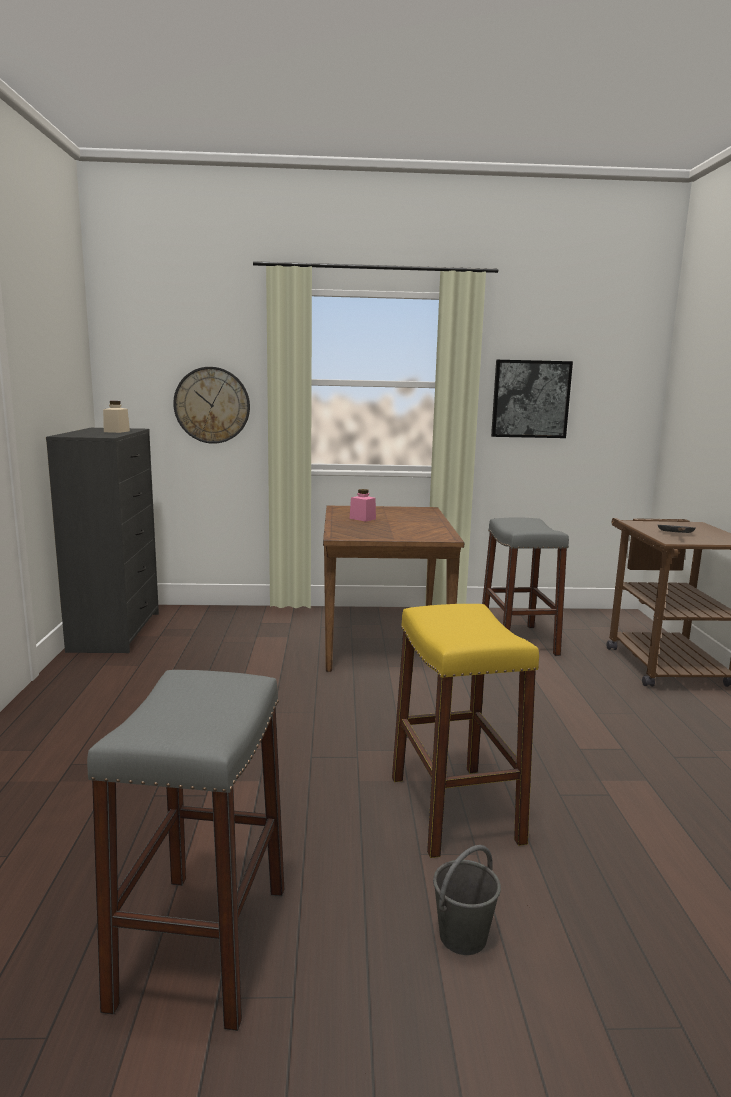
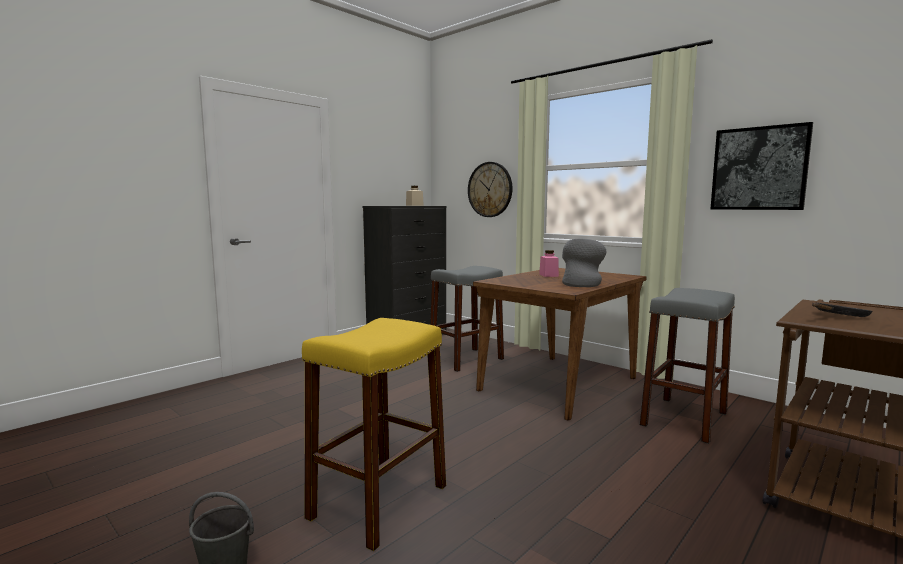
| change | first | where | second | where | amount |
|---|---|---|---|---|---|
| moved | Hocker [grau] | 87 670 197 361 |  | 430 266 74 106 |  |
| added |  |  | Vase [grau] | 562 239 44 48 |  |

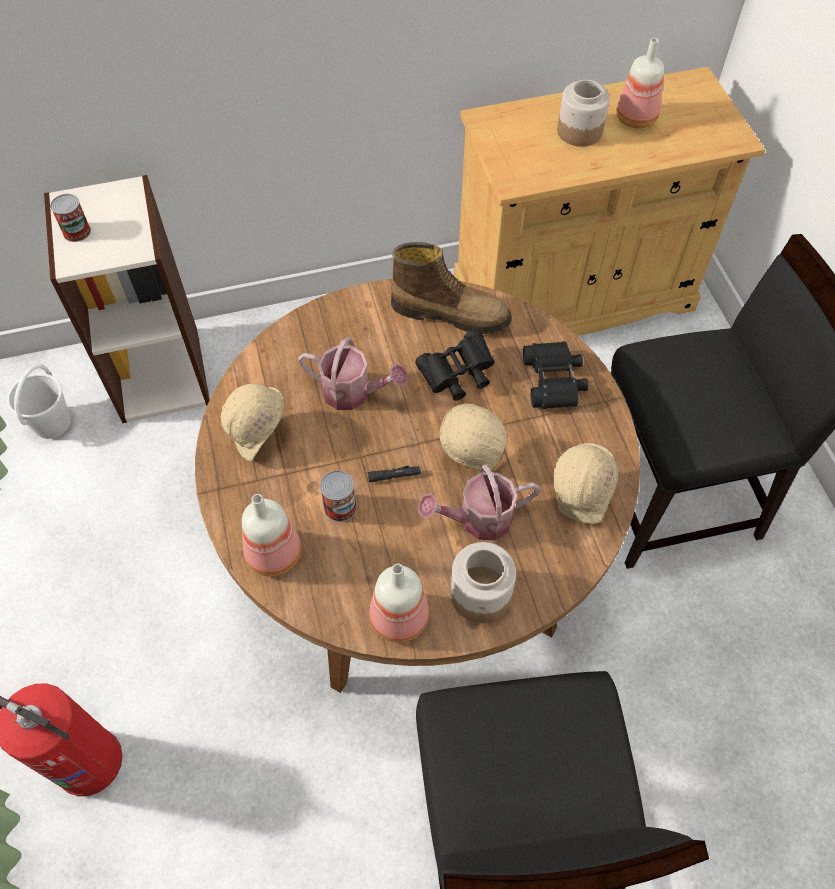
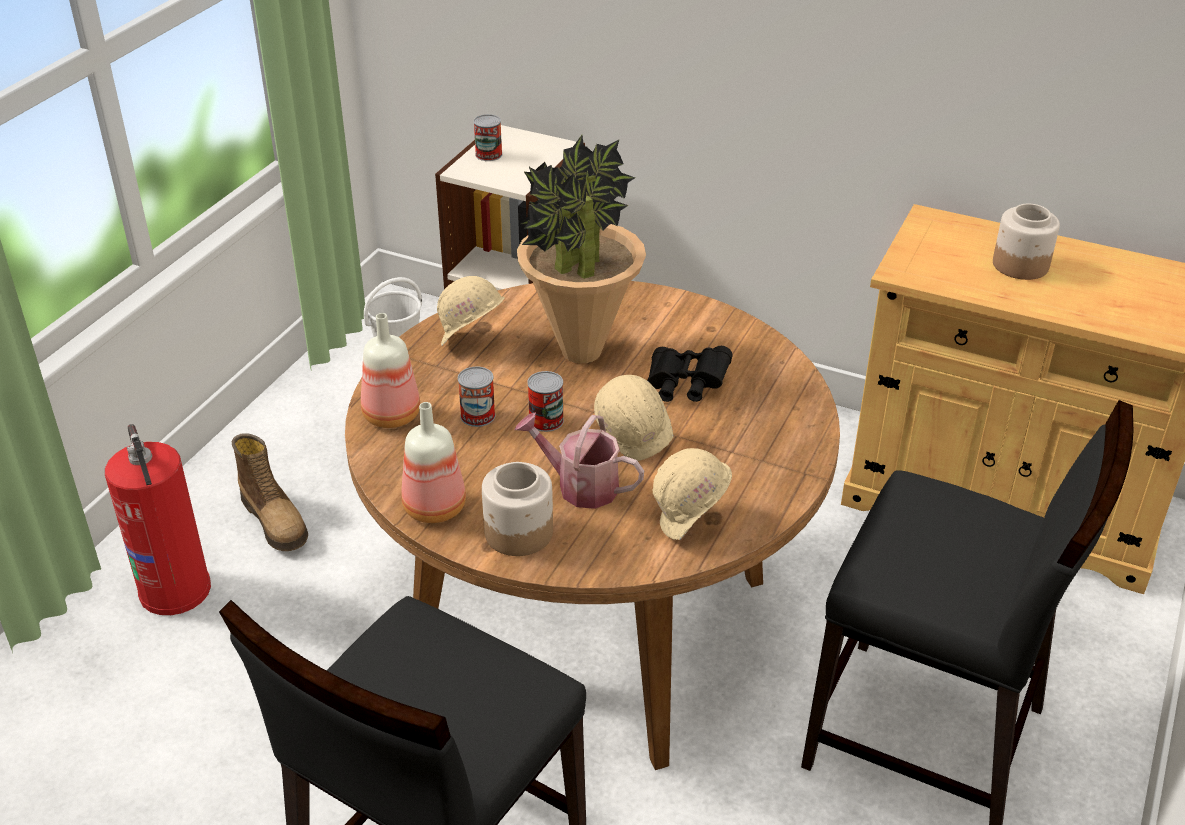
| change | first | where | second | where | amount |
|---|---|---|---|---|---|
| moved | Stiefel | 391 242 121 92 |  | 232 433 76 118 |  |
| replaced | Gießkanne | 298 337 110 73 | Topfpflanze | 517 135 129 229 |  |
| replaced | Taschenlampe [schwarz] | 368 466 53 16 | Dose | 527 371 37 61 |  |
| removed | Fernglas [schwarz] | 523 341 65 68 |  |  |  |
| removed | Flasche | 616 38 48 91 |  |  |  |

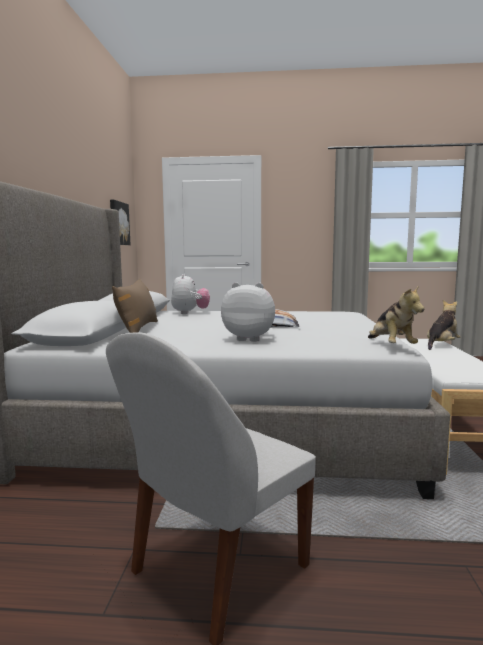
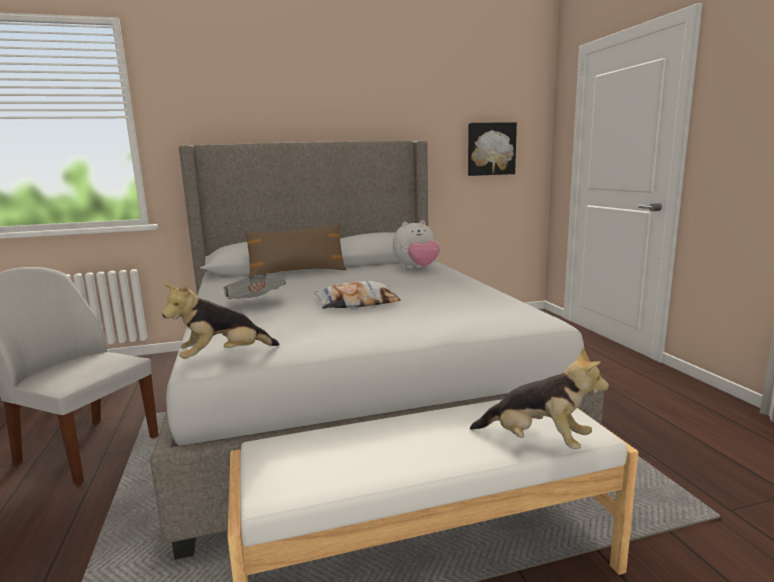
| change | first | where | second | where | amount |
|---|---|---|---|---|---|
| replaced | Plüschtier | 221 282 54 60 | Zeitung | 223 273 63 26 |  |

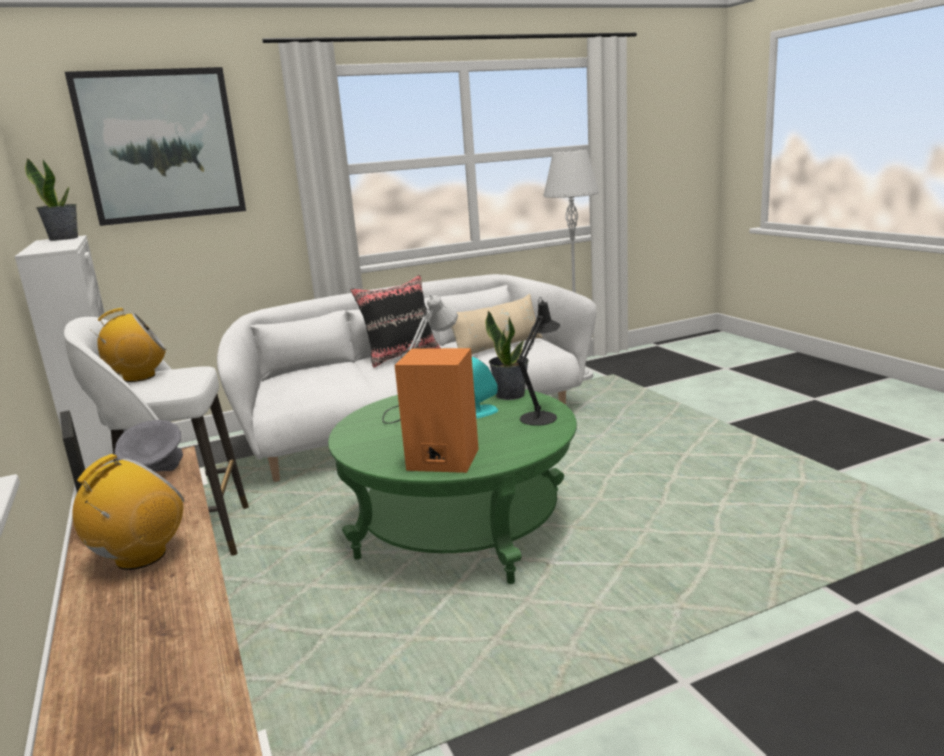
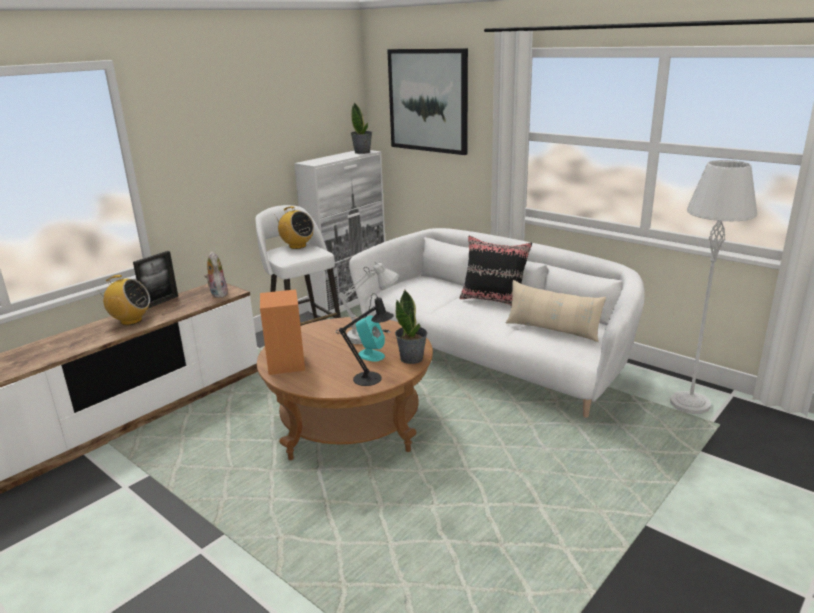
| change | first | where | second | where | amount |
|---|---|---|---|---|---|
| replaced | Schüssel [grau] | 114 420 69 52 | Plüschtier | 205 251 23 47 |  |
| recoloured | Couchtisch [grün] | 328 389 249 195 | Couchtisch [braun] | 257 317 176 143 |  |

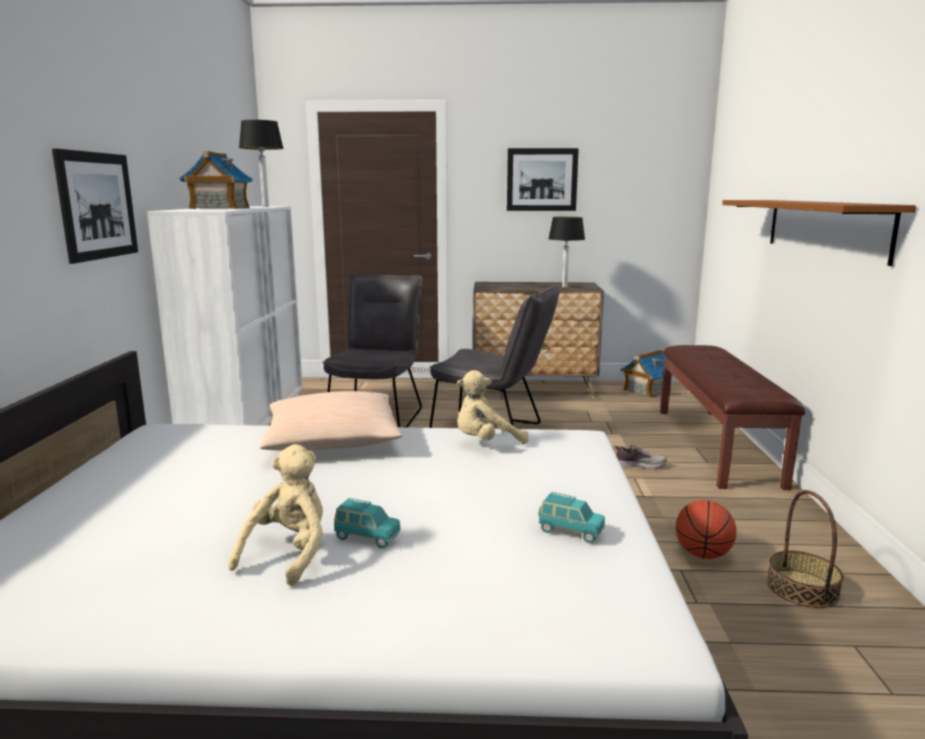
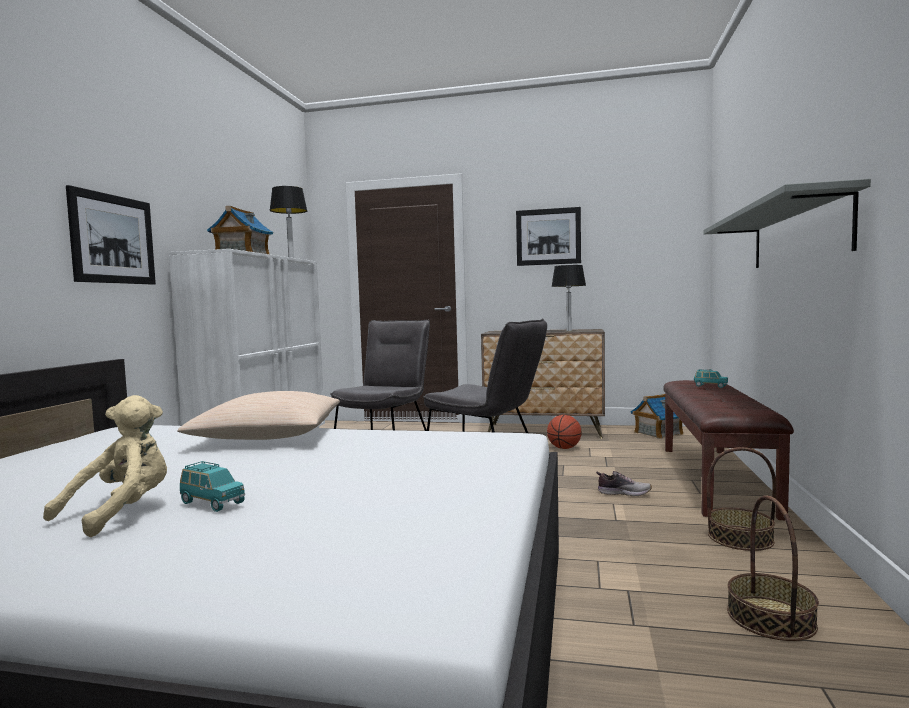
| change | first | where | second | where | amount |
|---|---|---|---|---|---|
| moved | Basketball | 676 500 60 59 |  | 547 415 35 34 |  |
| moved | Spielzeugauto [türkis] | 539 492 66 51 |  | 694 369 34 19 |  |
| recoloured | Wandregal [braun] | 722 200 194 66 | Wandregal [grau] | 704 179 167 89 |  |
| added |  |  | Korb | 707 447 69 104 |  |
| removed | Plüschtier [beige] | 457 370 72 74 |  |  |  |

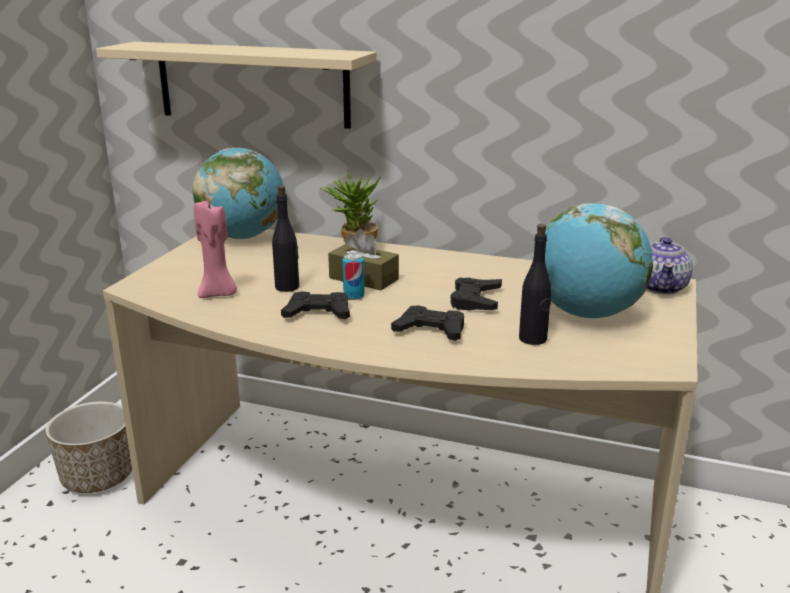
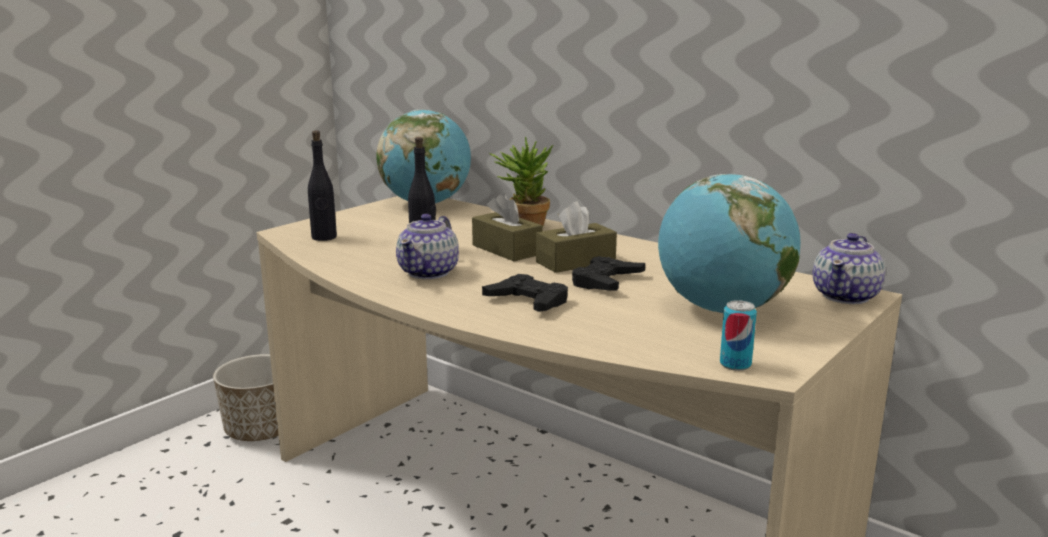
| change | first | where | second | where | amount |
|---|---|---|---|---|---|
| moved | Flasche [schwarz] | 519 224 32 121 |  | 308 131 29 110 |  |
| replaced | Gamepad [schwarz] | 281 291 69 28 | Teekanne | 396 214 63 65 |  |
| added |  |  | Taschentuchbox [braun] | 536 202 81 71 |  |
| moved | Dose | 343 253 22 47 |  | 720 300 37 71 |  |
| removed | Wandregal [beige] | 96 42 281 87 |  |  |  |
| removed | Kerze [rosa] | 194 201 43 97 |  |  |  |

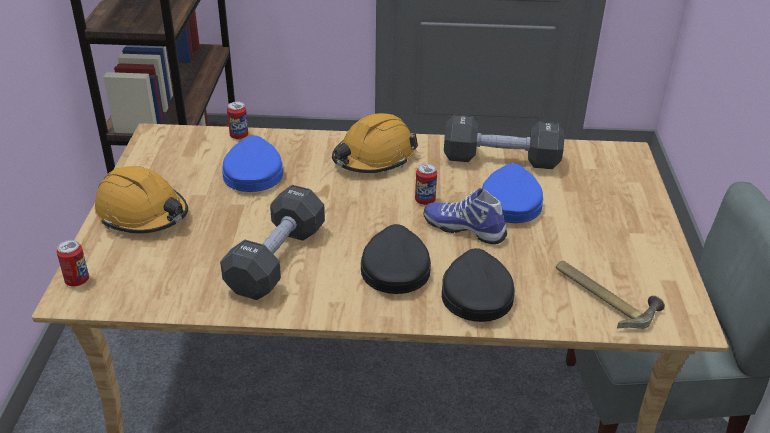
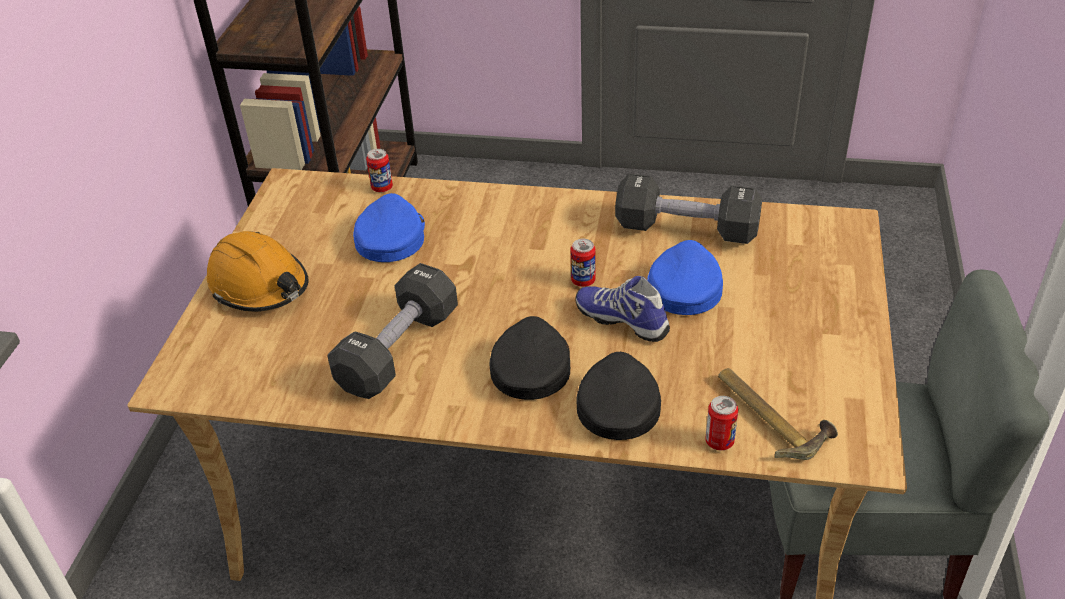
| change | first | where | second | where | amount |
|---|---|---|---|---|---|
| moved | Dose | 57 240 32 46 |  | 705 396 33 54 |  |
| removed | Schutzhelm [orange] | 332 113 86 60 |  |  |  |

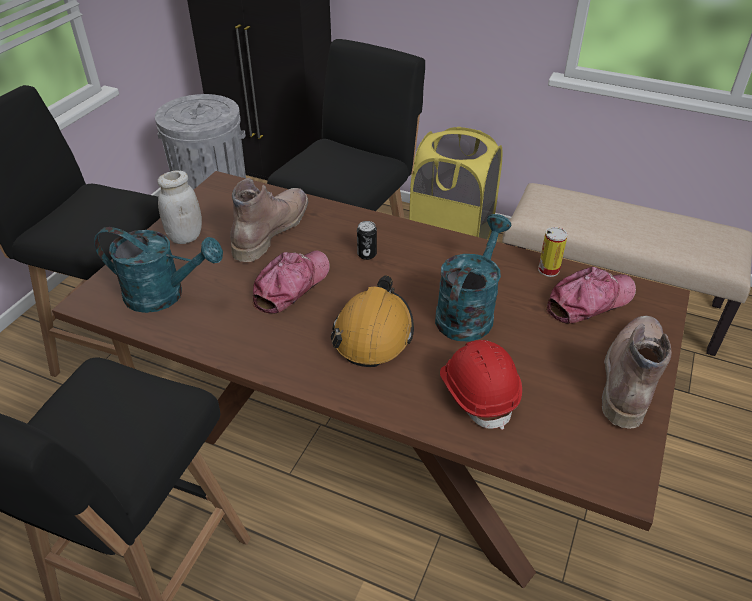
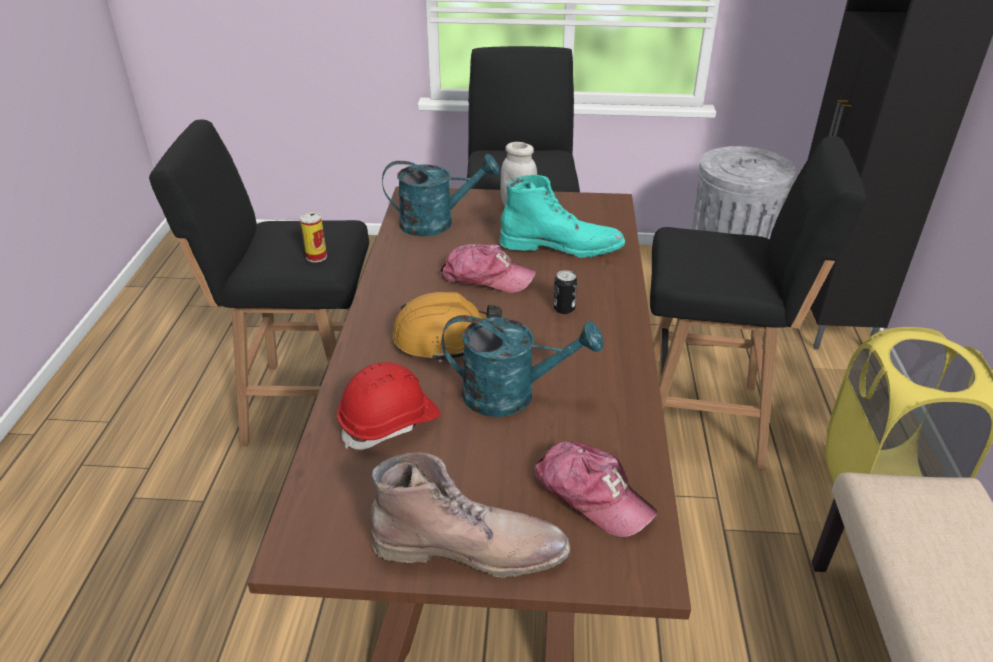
| change | first | where | second | where | amount |
|---|---|---|---|---|---|
| moved | Dose | 538 227 30 50 |  | 300 212 27 50 |  |
| turned | Gießkanne [türkis] | 94 227 129 86 |  | 382 154 117 83 | 90 degrees counterclockwise |
| recoloured | Stiefel [braun] | 230 178 78 84 | Stiefel [türkis] | 499 175 126 83 |  |

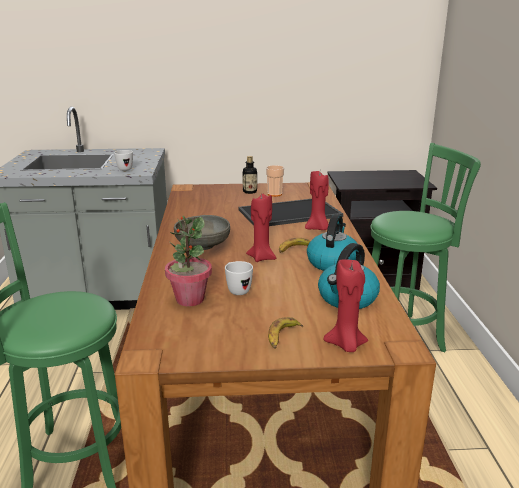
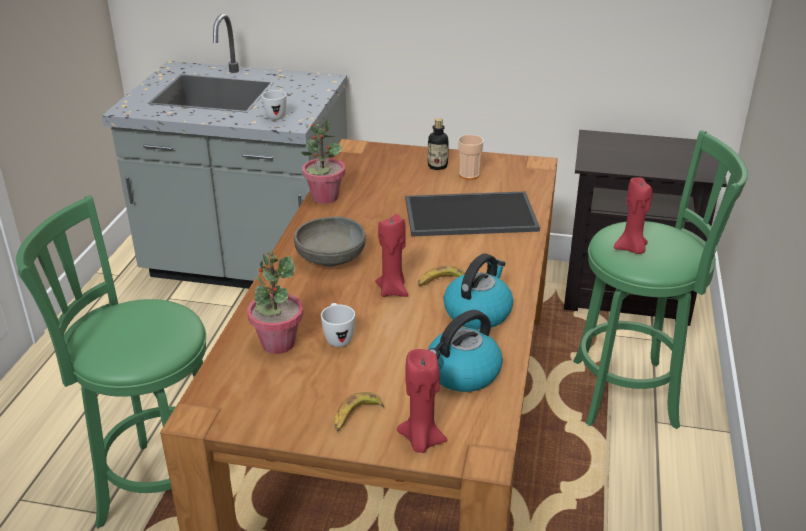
| change | first | where | second | where | amount |
|---|---|---|---|---|---|
| added |  |  | Topfpflanze | 301 118 44 86 |  |
| moved | Kerze [rot] | 305 171 24 59 |  | 614 177 38 77 |  |

